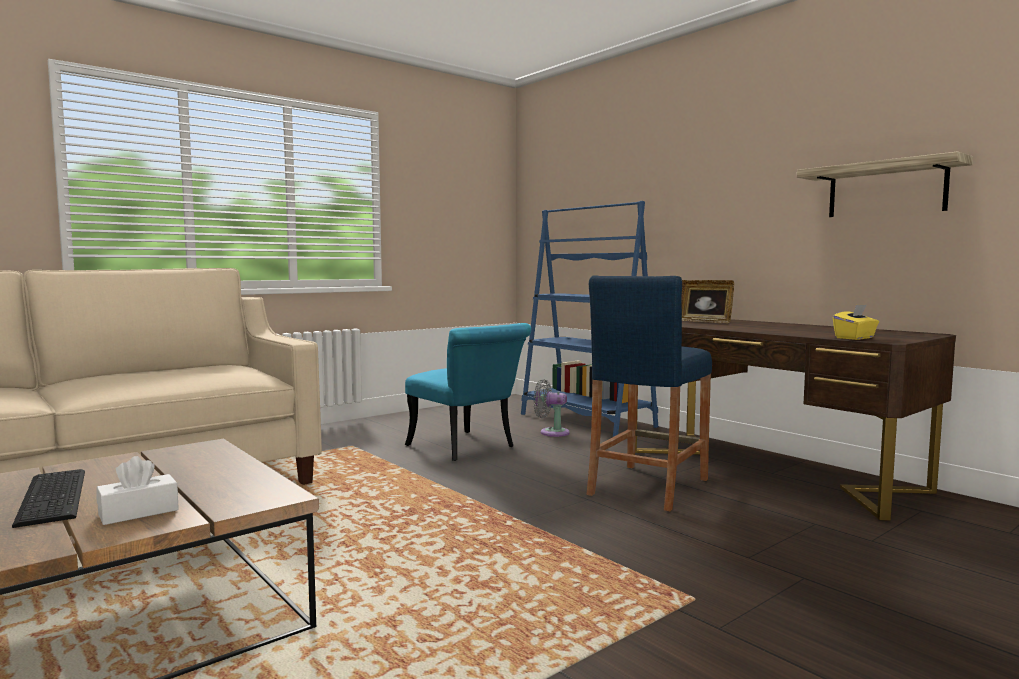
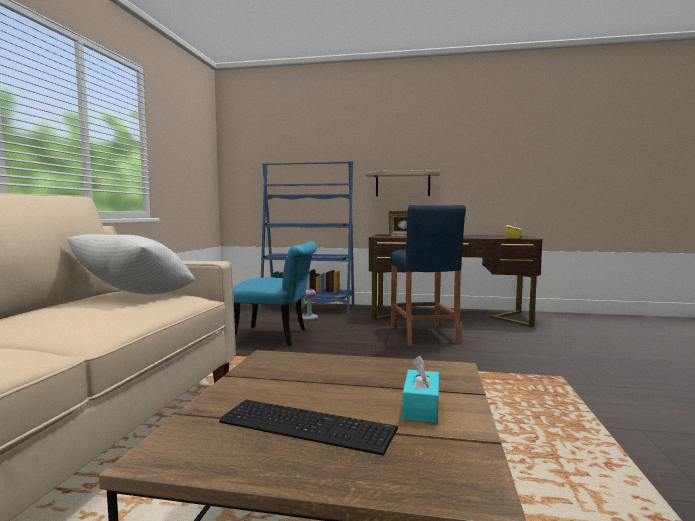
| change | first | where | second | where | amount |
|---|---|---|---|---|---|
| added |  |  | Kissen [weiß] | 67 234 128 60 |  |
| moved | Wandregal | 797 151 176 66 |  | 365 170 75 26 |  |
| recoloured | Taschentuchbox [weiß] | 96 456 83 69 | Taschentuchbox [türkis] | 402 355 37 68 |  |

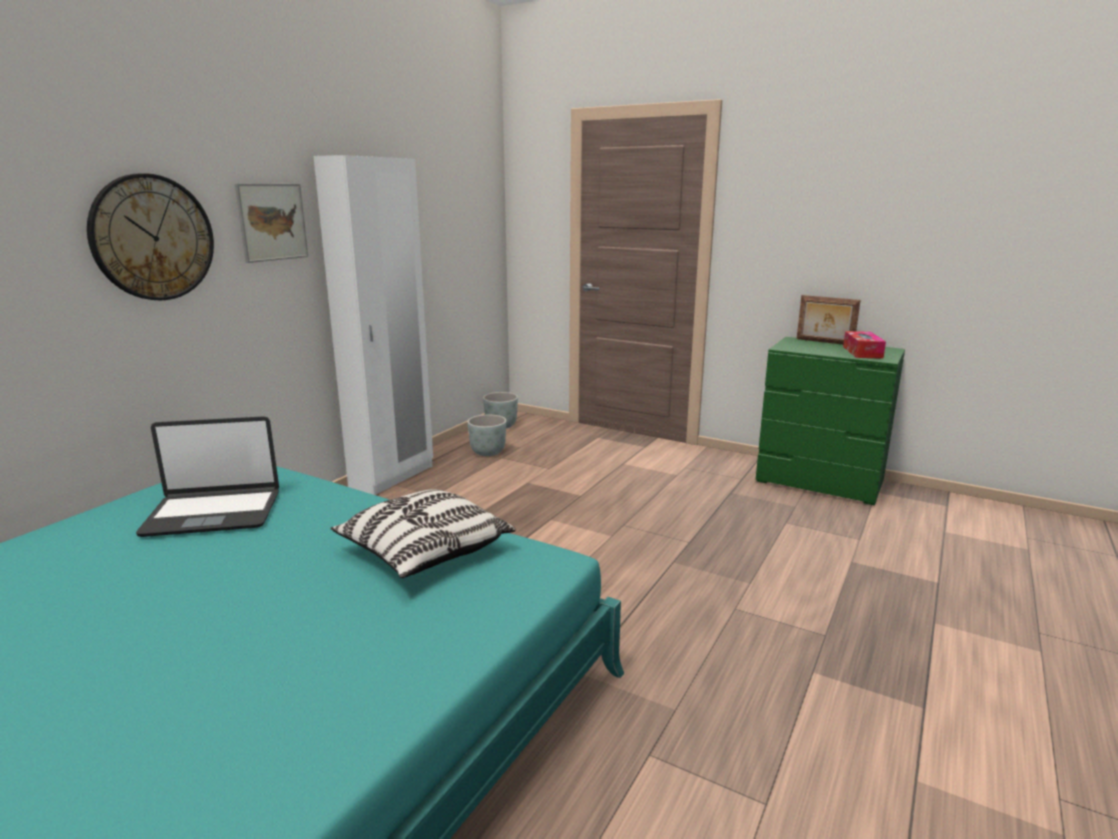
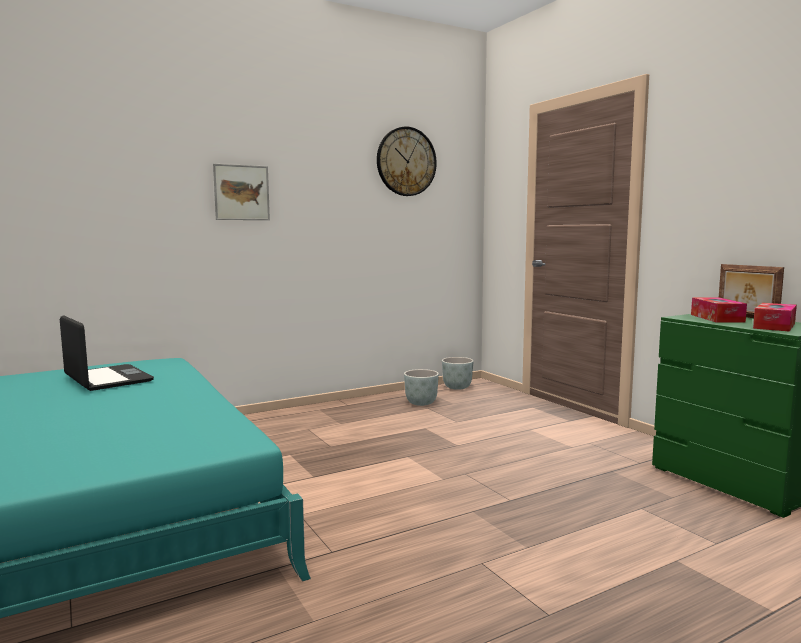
| change | first | where | second | where | amount |
|---|---|---|---|---|---|
| turned | Laptop | 136 416 143 121 |  | 60 315 94 76 | 150 degrees counterclockwise |
| moved | Wanduhr | 87 173 127 128 |  | 377 127 60 69 |  |
| added |  |  | Taschentuchbox | 691 298 56 25 |  |
| removed | Kleiderschrank [weiß] | 313 155 120 340 |  |  |  |
| removed | Kissen | 330 489 186 89 |  |  |  |

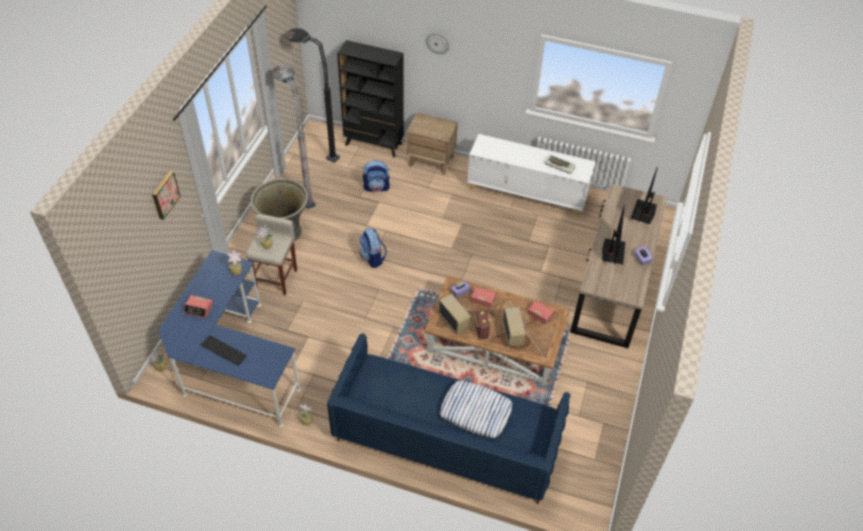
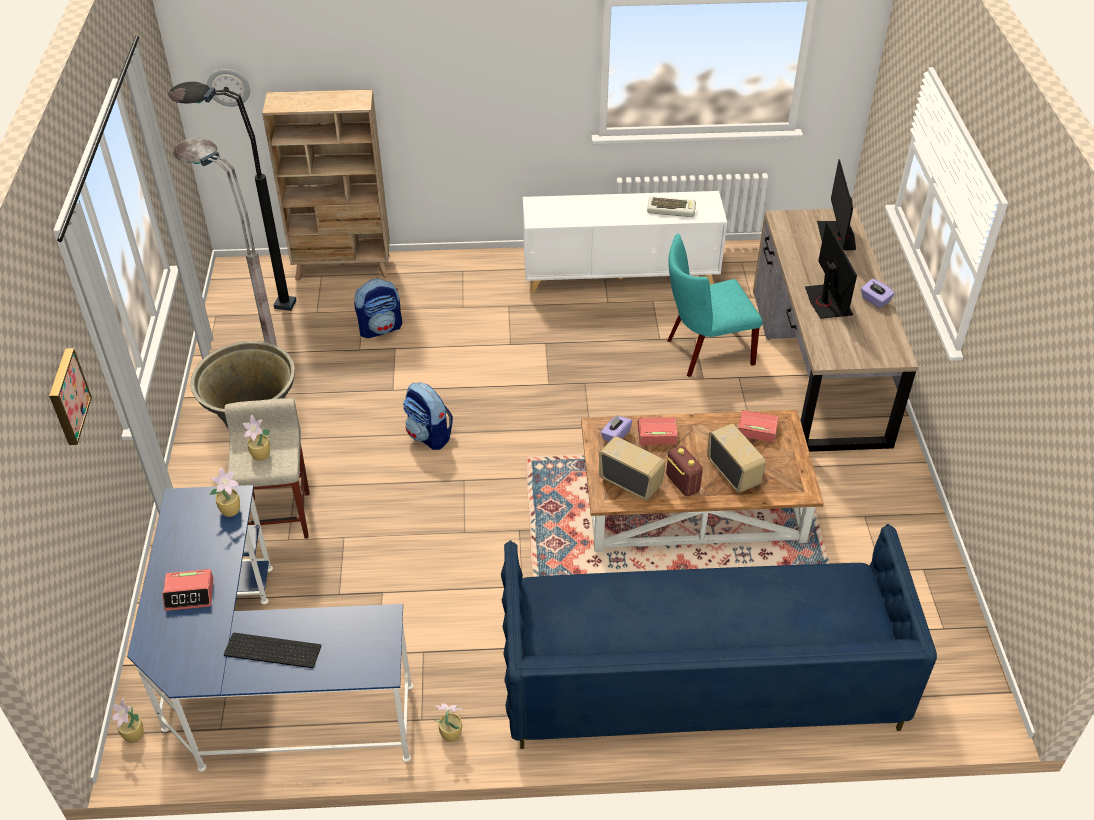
| change | first | where | second | where | amount |
|---|---|---|---|---|---|
| moved | Wanduhr | 426 33 24 21 |  | 207 69 43 38 |  |
| recoloured | Bücherregal [schwarz] | 337 40 67 118 | Bücherregal [beige] | 262 89 128 192 |  |
| added |  |  | Stuhl [türkis] | 667 234 96 143 |  |
| removed | Nachttisch [braun] | 406 113 52 62 |  |  |  |
| removed | Kissen | 440 380 73 58 |  |  |  |

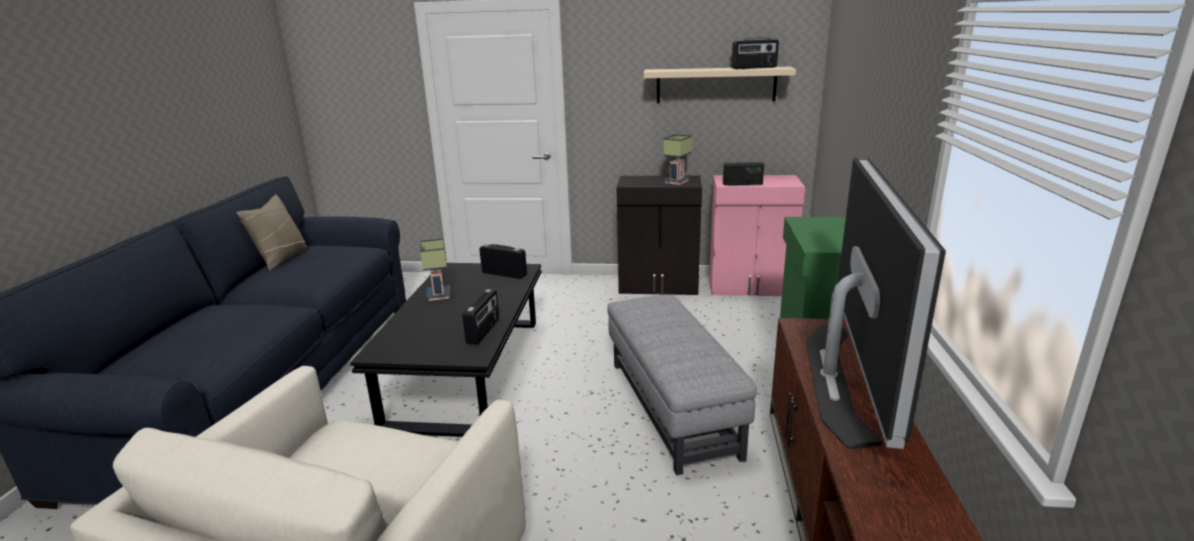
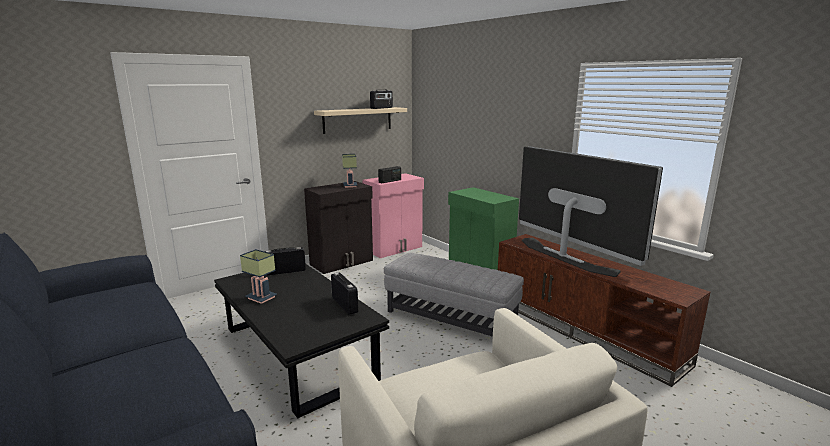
| change | first | where | second | where | amount |
|---|---|---|---|---|---|
| removed | Kissen [beige] | 236 195 71 76 |  |  |  |

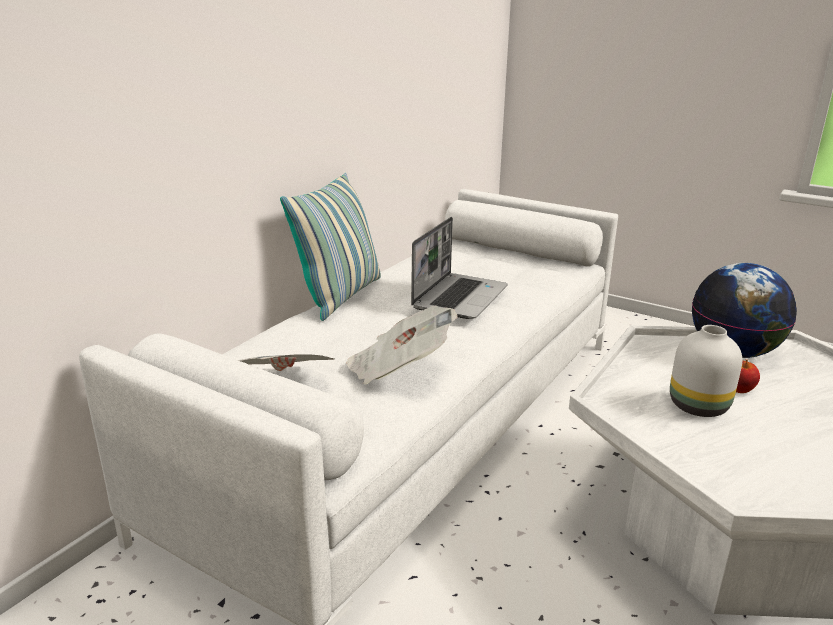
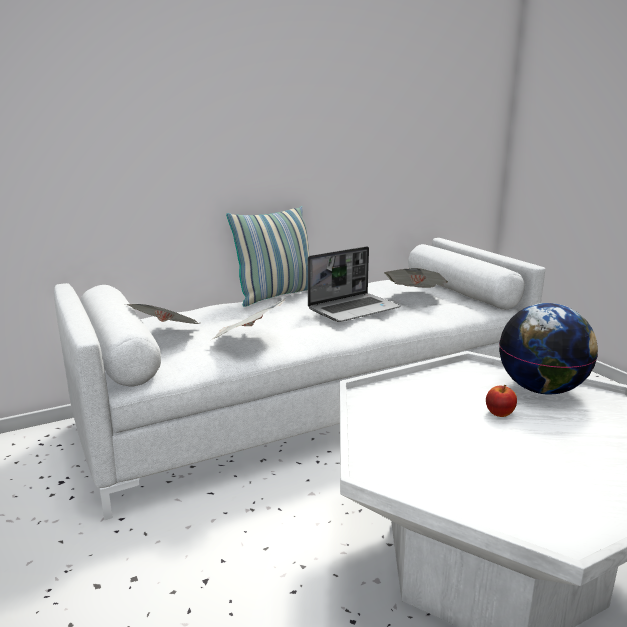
| change | first | where | second | where | amount |
|---|---|---|---|---|---|
| added |  |  | Zeitung | 384 268 64 20 |  |
| removed | Vase [weiß] | 670 325 72 92 |  |  |  |

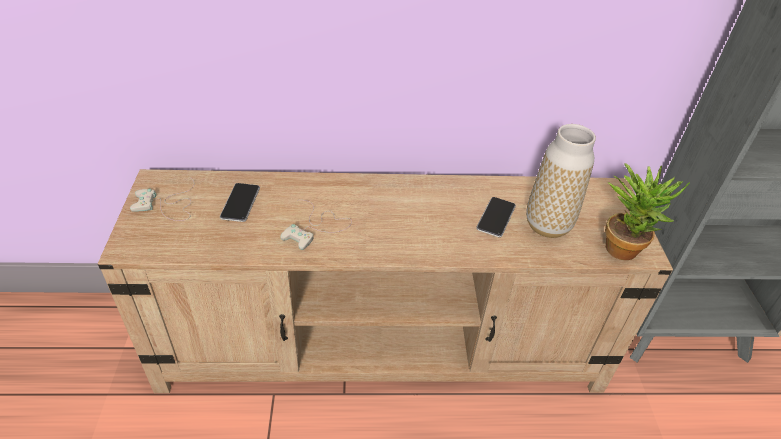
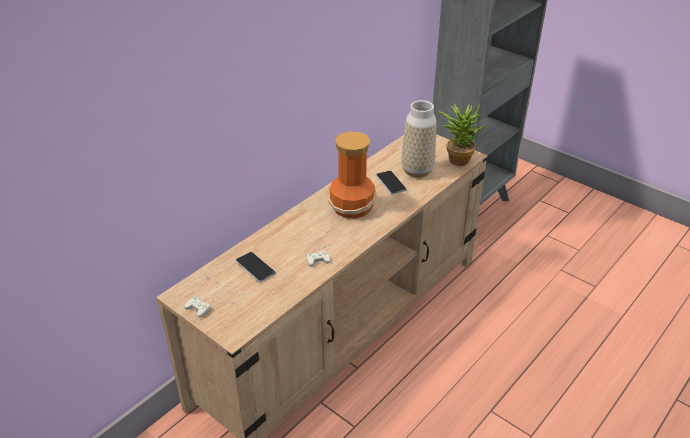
| change | first | where | second | where | amount |
|---|---|---|---|---|---|
| added |  |  | Vase | 328 131 48 88 |  |

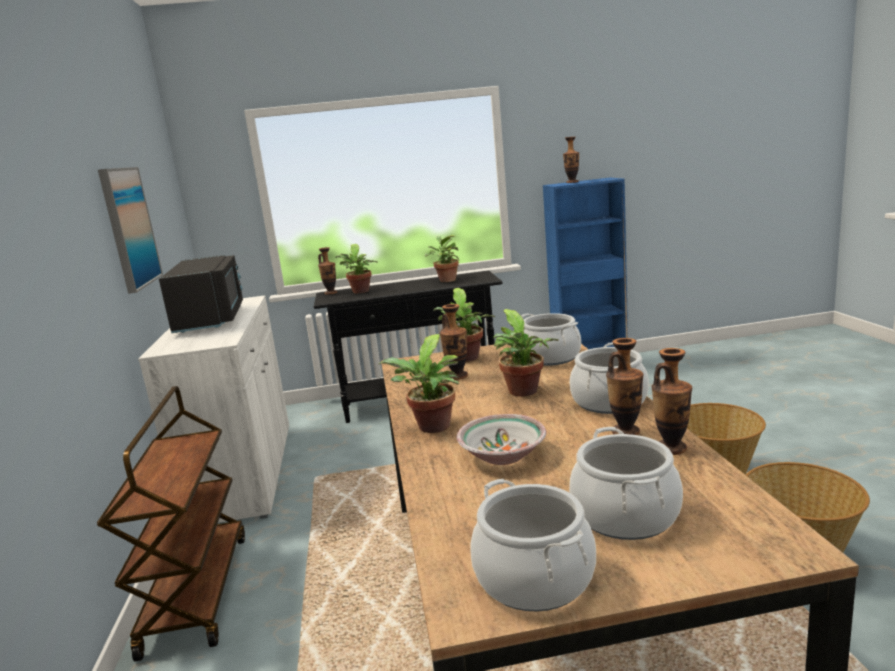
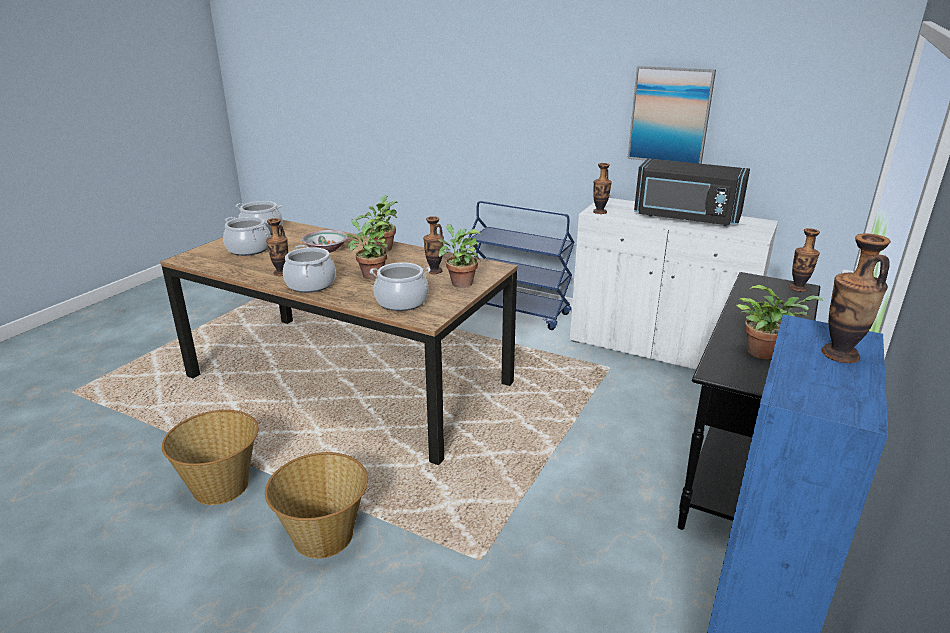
| change | first | where | second | where | amount |
|---|---|---|---|---|---|
| recoloured | Rollwagen [braun] | 97 386 148 276 | Rollwagen [blau] | 468 201 106 129 |  |
| moved | Vase | 652 348 40 107 |  | 593 163 19 51 |  |
| removed | Topfpflanze | 335 244 43 49 |  |  |  |

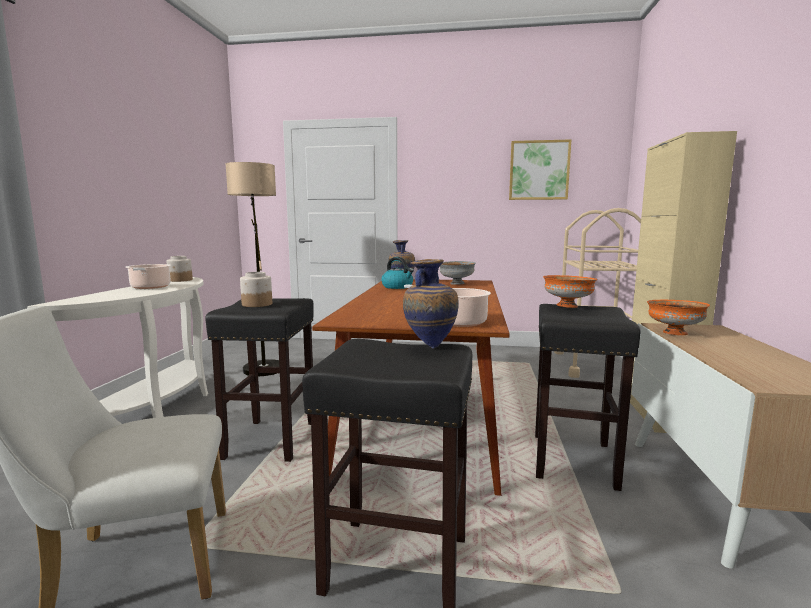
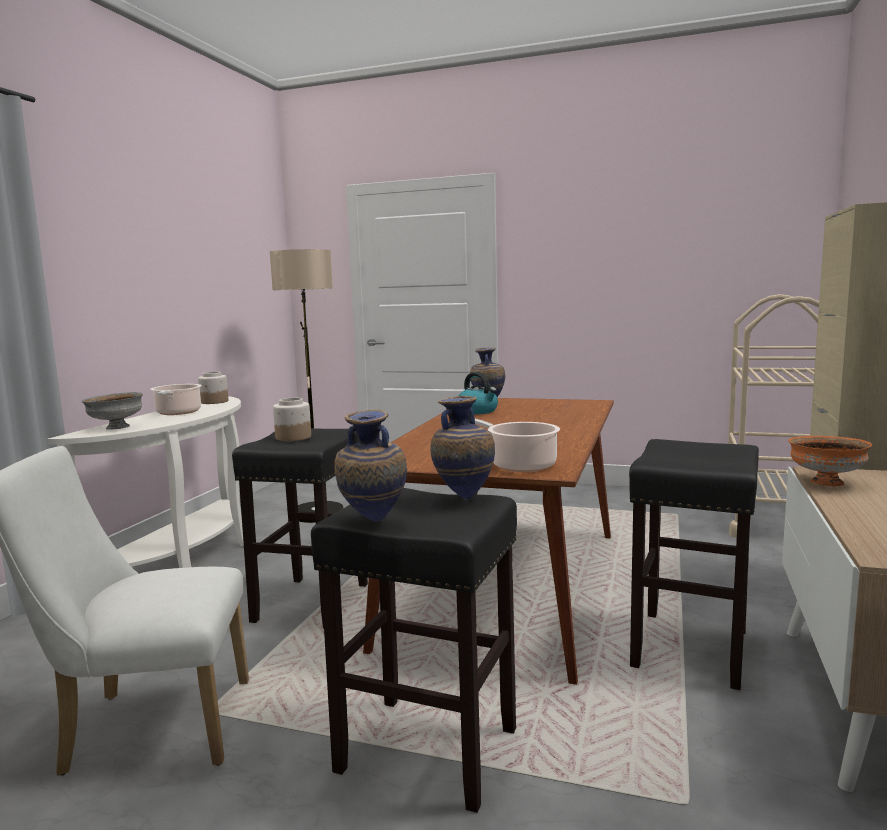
| change | first | where | second | where | amount |
|---|---|---|---|---|---|
| moved | Schüssel [grau] | 440 261 36 24 |  | 81 392 62 37 |  |
| added |  |  | Vase | 334 410 73 112 |  |
| removed | Bild | 509 139 62 61 |  |  |  |
| removed | Schüssel [orange] | 543 275 54 33 |  |  |  |

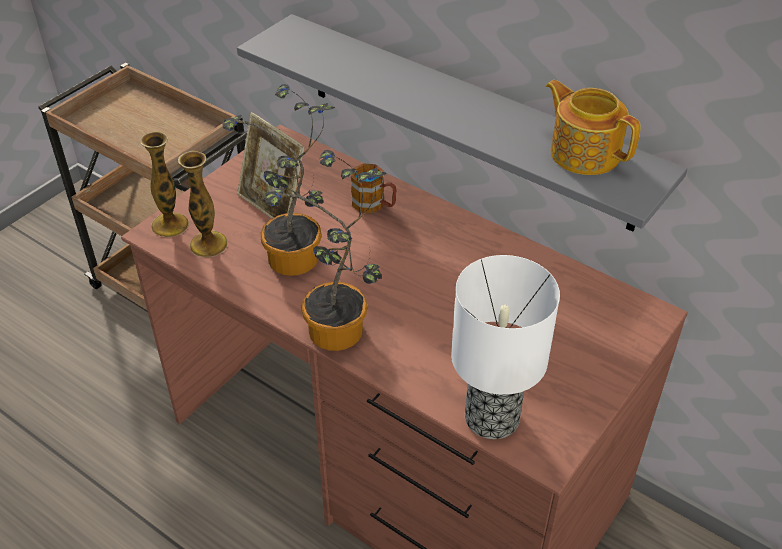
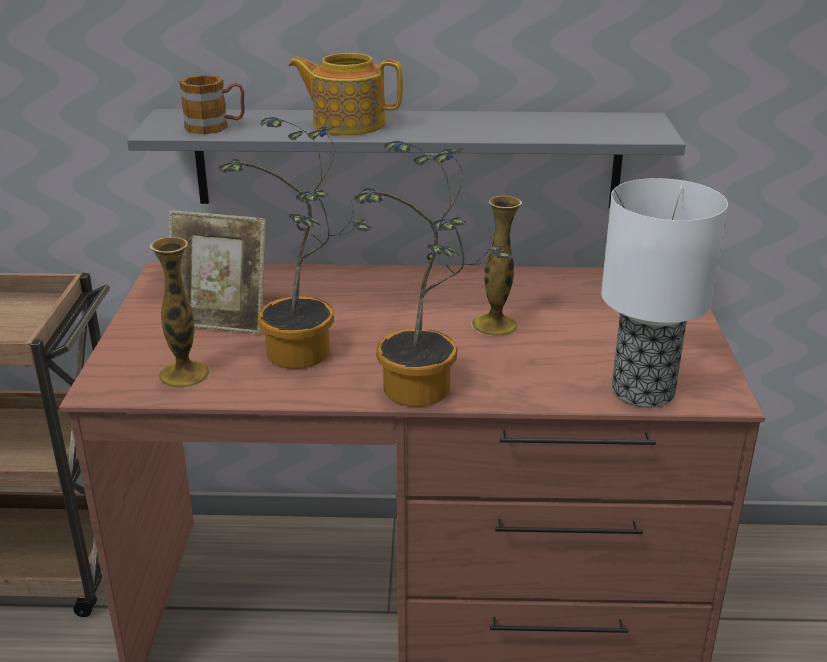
| change | first | where | second | where | amount |
|---|---|---|---|---|---|
| moved | Henkelbecher | 351 163 46 50 |  | 179 75 66 59 |  |
| moved | Teekanne | 546 80 95 95 |  | 288 53 115 82 |  |
| moved | Vase | 140 131 49 106 |  | 471 196 51 140 |  |

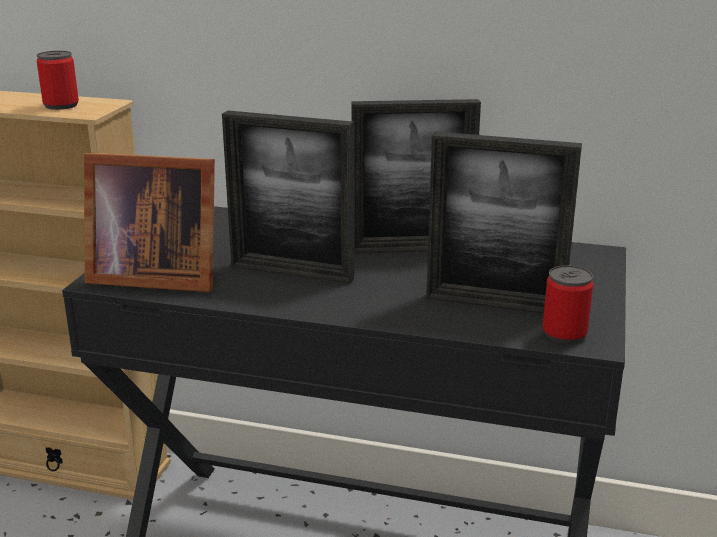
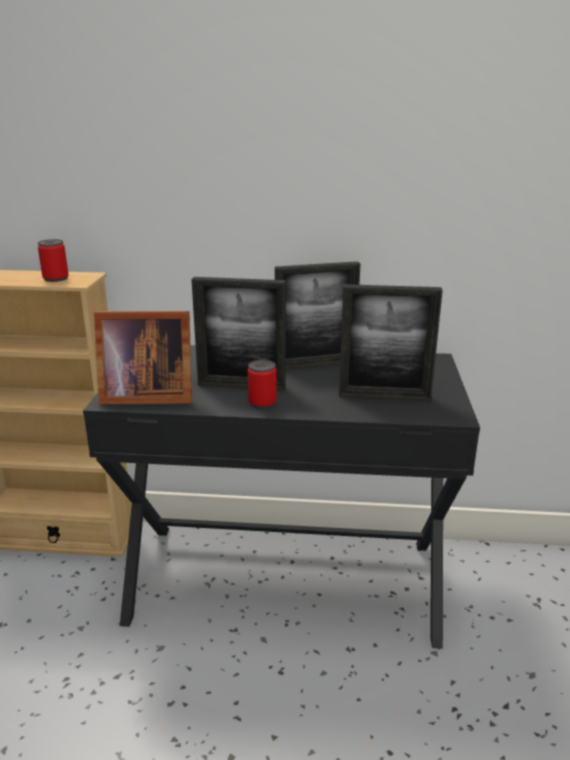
| change | first | where | second | where | amount |
|---|---|---|---|---|---|
| moved | Dose | 543 265 50 79 |  | 248 359 29 50 |  |

